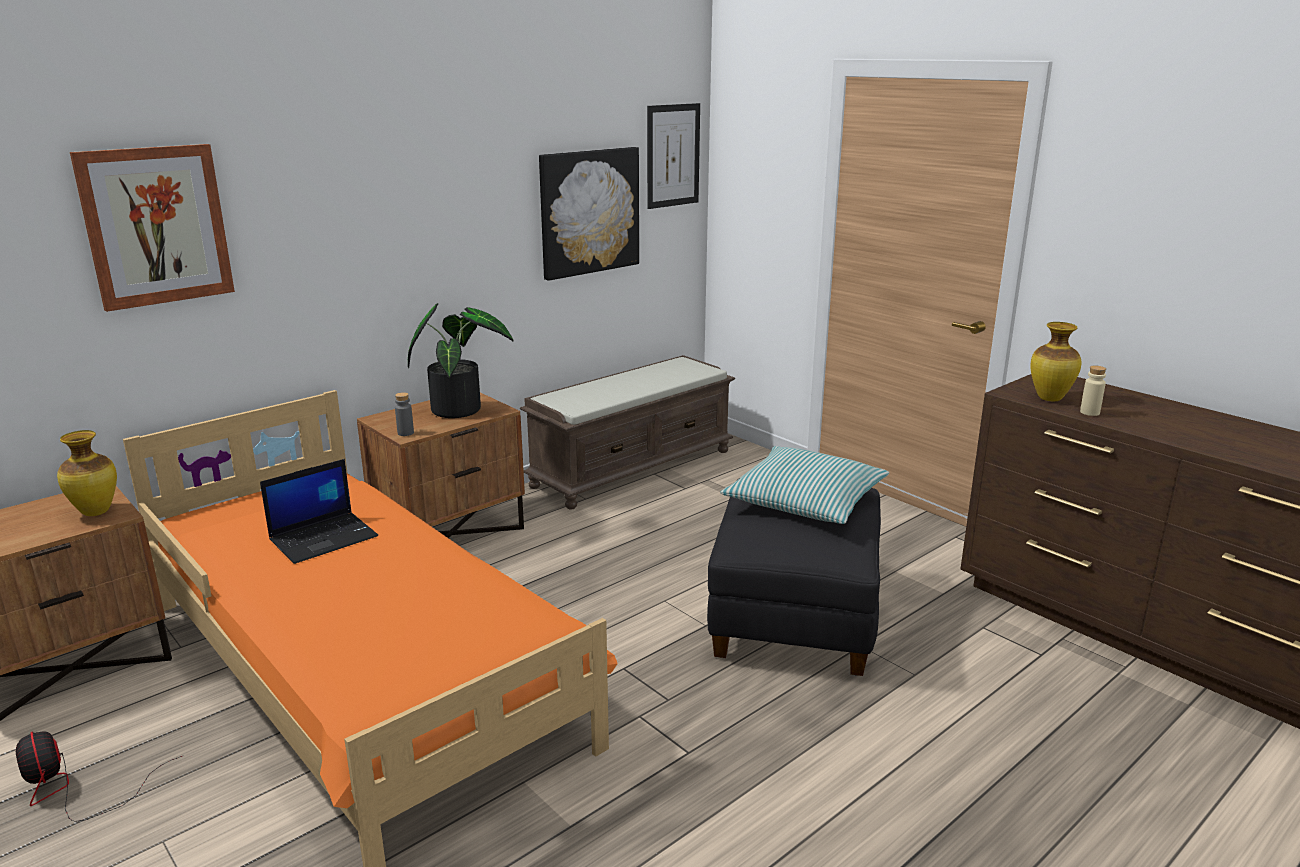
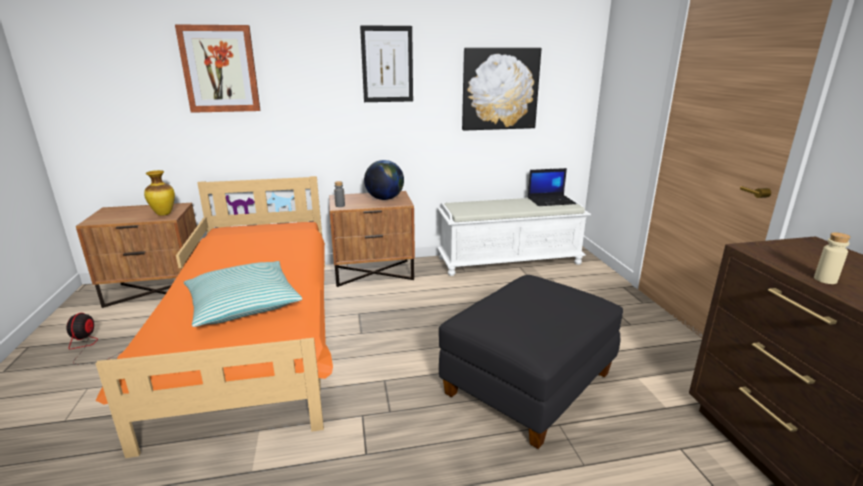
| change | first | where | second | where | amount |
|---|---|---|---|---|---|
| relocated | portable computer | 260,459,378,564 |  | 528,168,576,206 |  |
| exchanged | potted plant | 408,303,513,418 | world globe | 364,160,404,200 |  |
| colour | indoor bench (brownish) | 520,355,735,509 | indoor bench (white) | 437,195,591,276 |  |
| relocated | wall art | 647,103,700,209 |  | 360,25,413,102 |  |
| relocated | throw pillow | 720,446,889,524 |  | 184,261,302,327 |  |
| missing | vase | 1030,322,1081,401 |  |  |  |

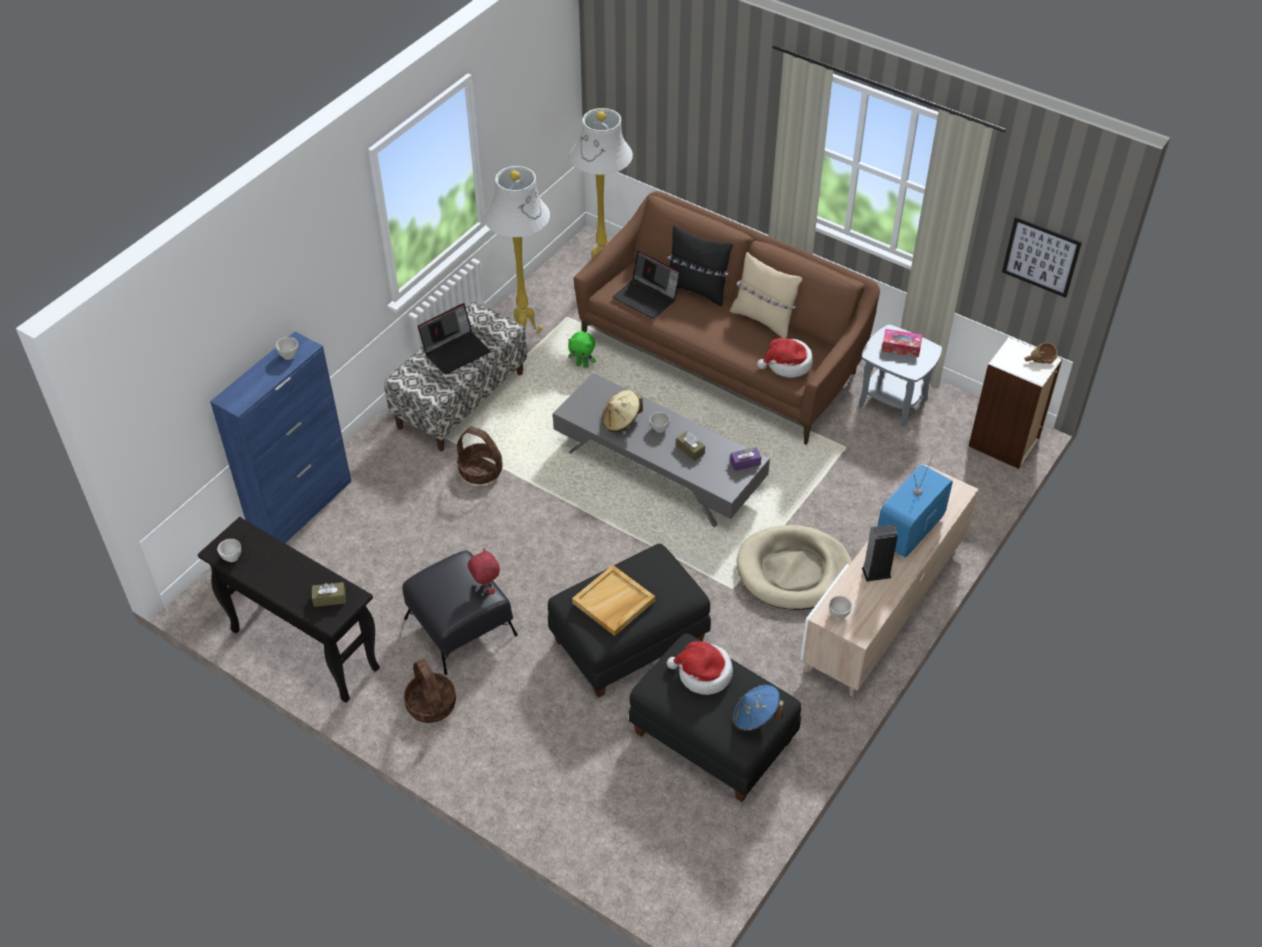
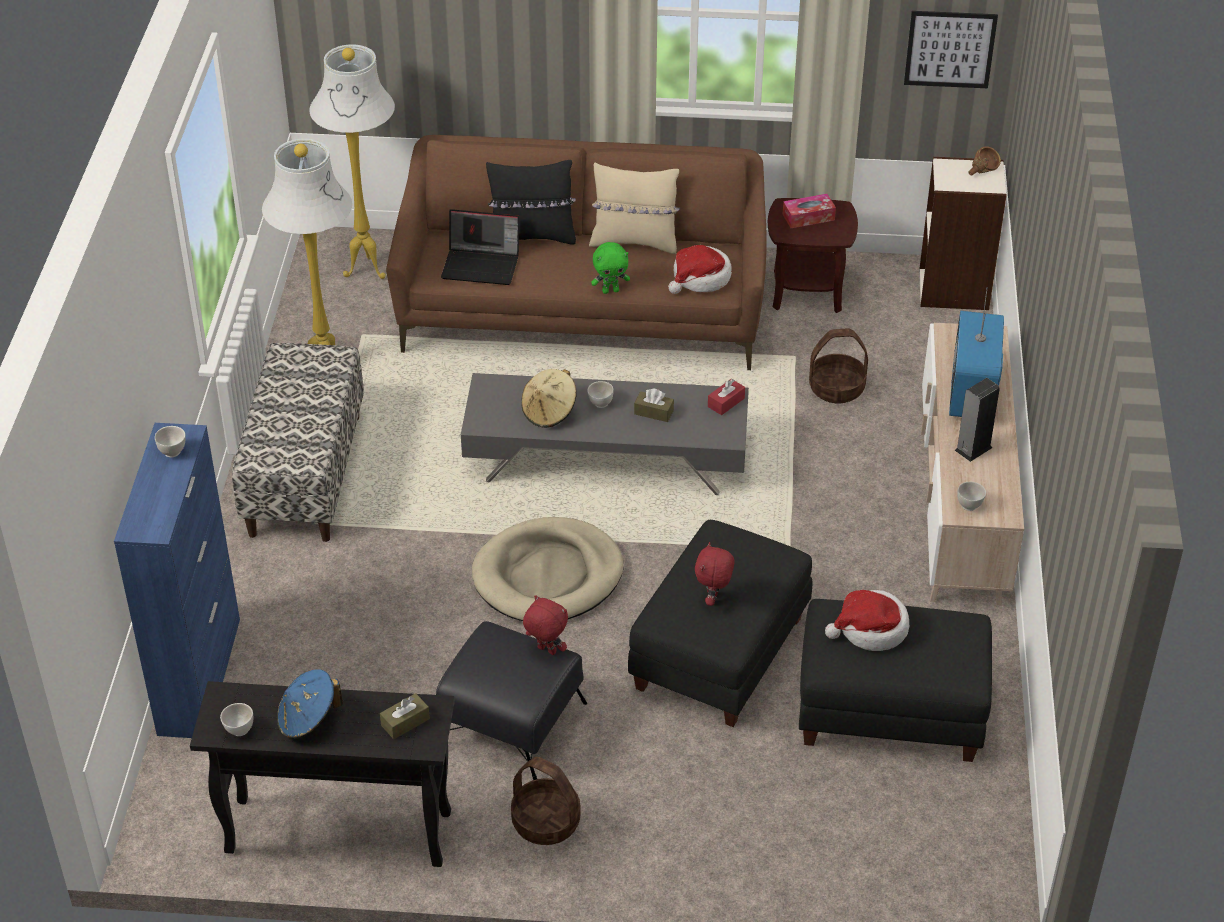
| change | first | where | second | where | amount |
|---|---|---|---|---|---|
| missing | portable computer | 418,303,490,375 |  |  |  |
| relocated | household basket | 457,427,503,484 |  | 809,328,868,403 |  |
| relocated | soft toy (greenish) | 568,331,596,368 |  | 591,242,630,294 |  |
| exchanged | carrying tray (beige-coloured) | 572,565,655,636 | soft toy (red) | 695,542,735,606 |  |
| colour | tissue box (purple) | 730,447,761,471 | tissue box (red) | 708,379,745,415 |  |
| relocated | hat (blue-coloured) | 733,685,784,731 |  | 277,669,343,739 |  |
| relocated | dog cushion (beige-coloured) | 737,525,852,610 |  | 472,517,623,621 |  |
| colour | end table (grey) | 859,325,942,427 | end table (brownish) | 768,198,858,313 |  |

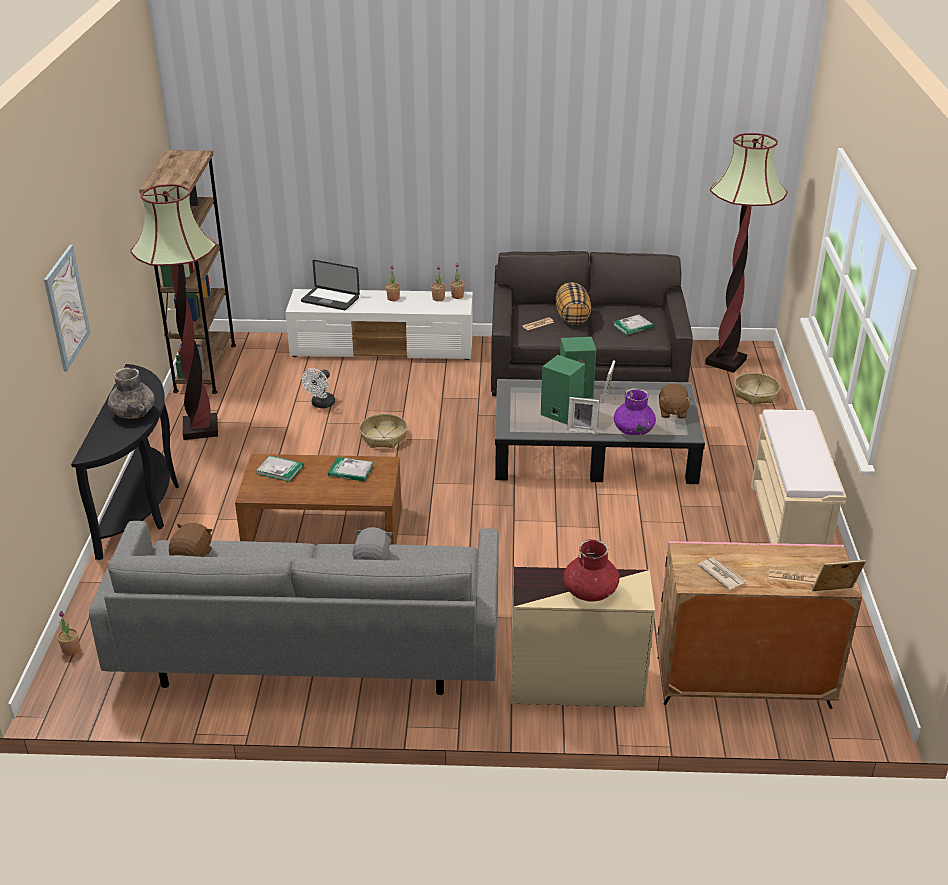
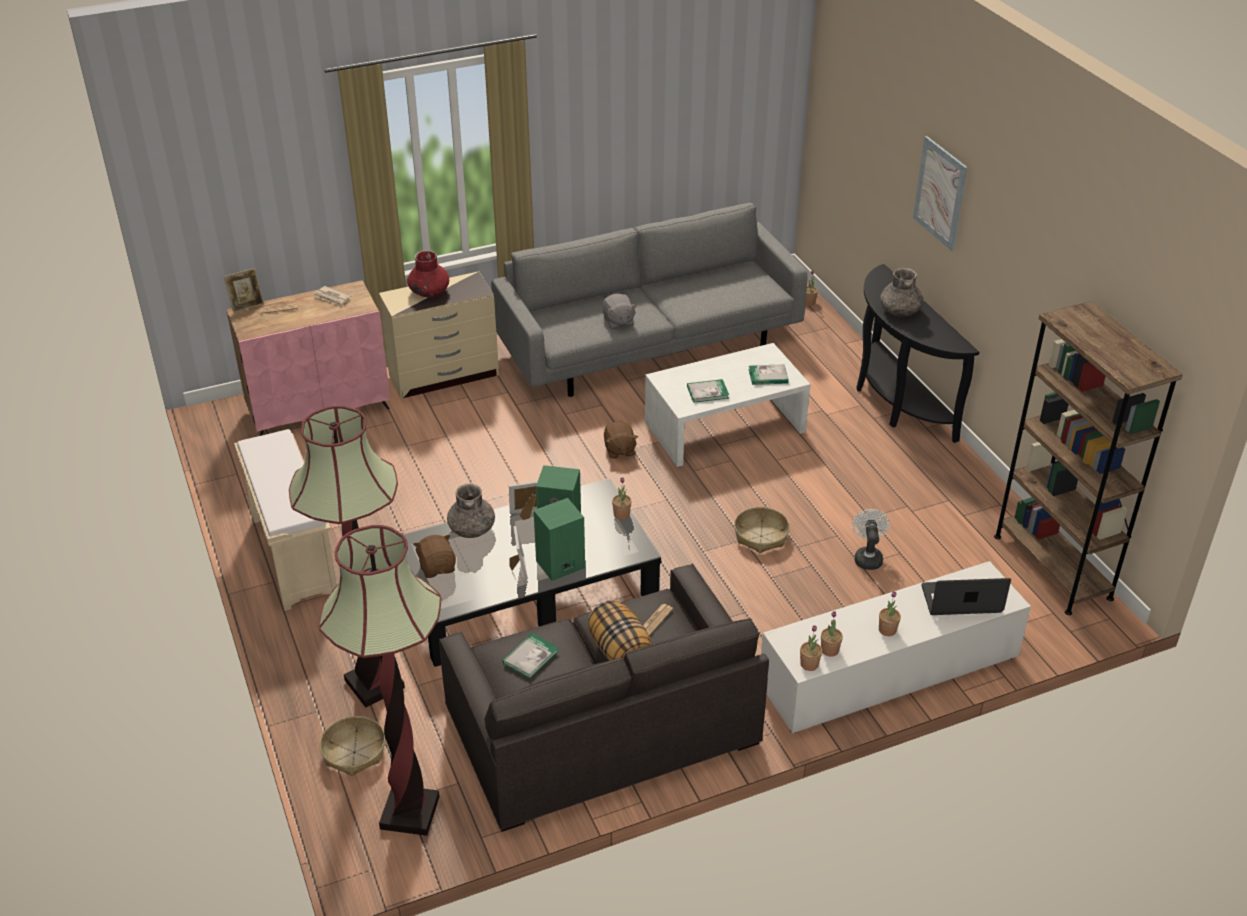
| change | first | where | second | where | amount |
|---|---|---|---|---|---|
| relocated | standing lamp | 130,184,218,440 |  | 289,406,405,708 |  |
| relocated | soft toy (brownish) | 169,523,213,557 |  | 604,421,638,459 |  |
| colour | low table (brownish) | 235,454,402,545 | low table (white) | 645,343,810,467 |  |
| colour | vase (purple) | 614,388,656,436 | vase (grey) | 447,484,495,538 |  |
| appeared |  |  | potted plant | 612,478,632,520 |  |

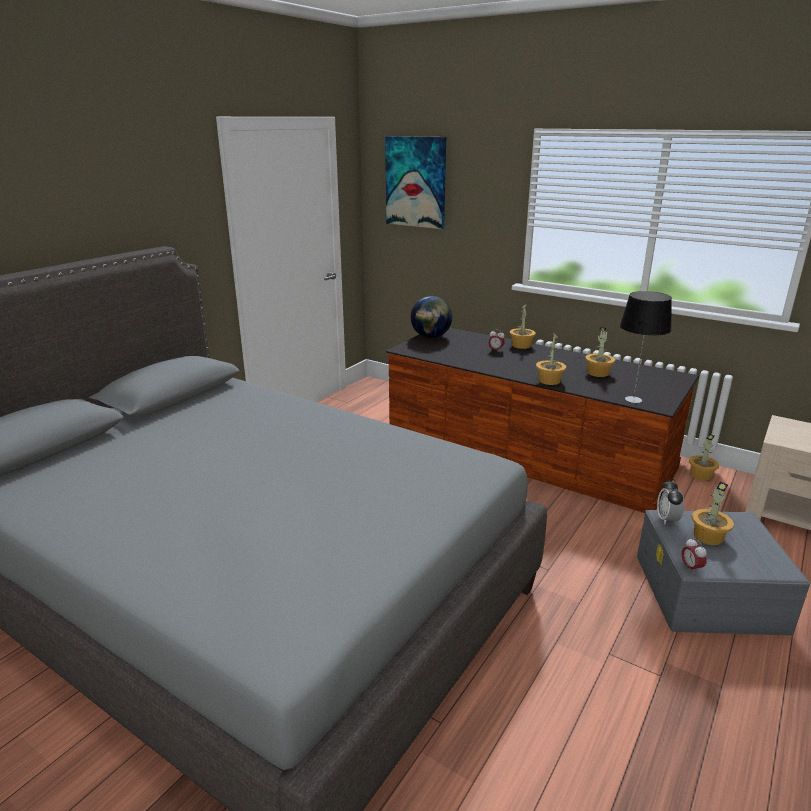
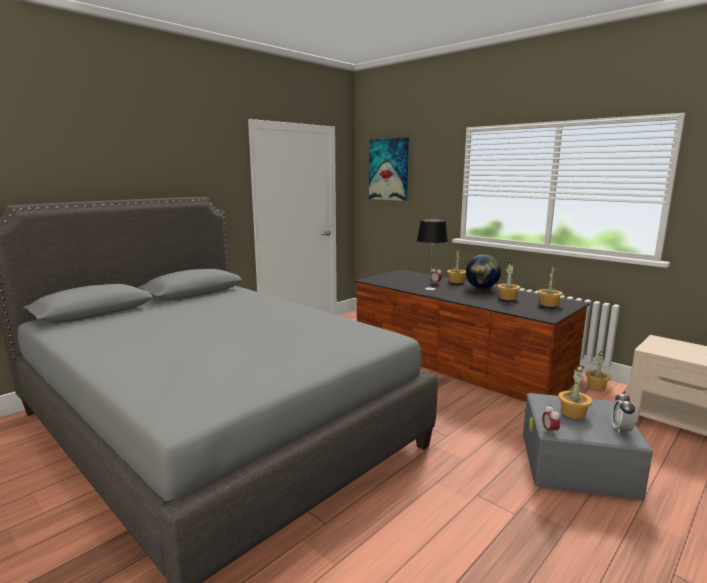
| change | first | where | second | where | amount |
|---|---|---|---|---|---|
| relocated | world globe | 411,296,452,338 |  | 466,254,501,289 |  |
| relocated | potted plant | 536,333,566,385 |  | 538,266,563,307 |  |
| relocated | table lamp | 620,291,672,403 |  | 417,219,448,290 |  |
| relocated | bedside clock | 657,479,684,525 |  | 612,391,637,433 |  |

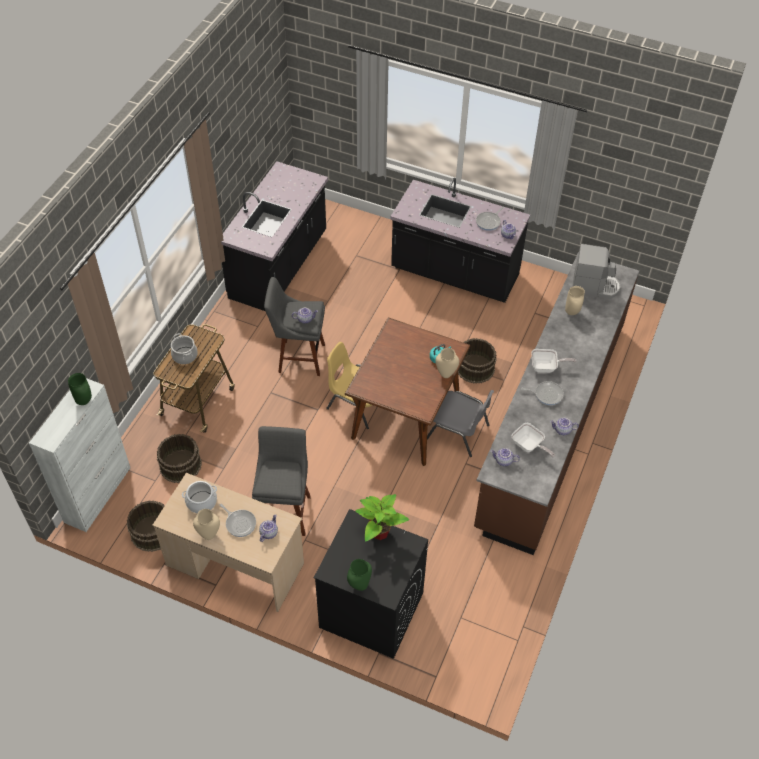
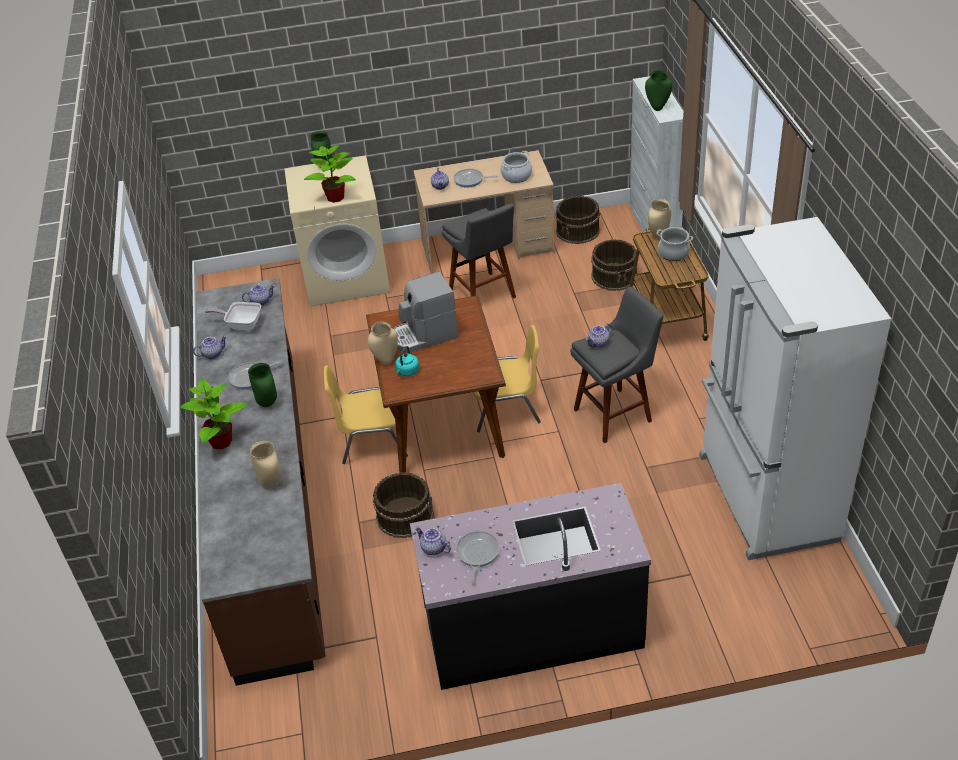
| change | first | where | second | where | amount |
|---|---|---|---|---|---|
| relocated | vase (beige-coloured) | 193,509,220,540 |  | 648,199,671,239 |  |
| exchanged | kitchen counter (black-coloured) | 221,161,328,311 | kitchen fridge (white) | 699,217,891,560 |  |
| colour | laundry machine (black-coloured) | 314,509,428,659 | laundry machine (beige-coloured) | 284,155,390,306 |  |
| colour | upright chair (grey) | 427,390,494,457 | upright chair (yellowish) | 324,365,408,464 |  |
| exchanged | frying pan | 532,349,577,373 | vase (greenish) | 248,363,277,407 |  |
| relocated | coffee brewer | 572,244,620,299 |  | 394,271,458,353 |  |
| appeared |  |  | potted plant | 179,378,249,449 |  |

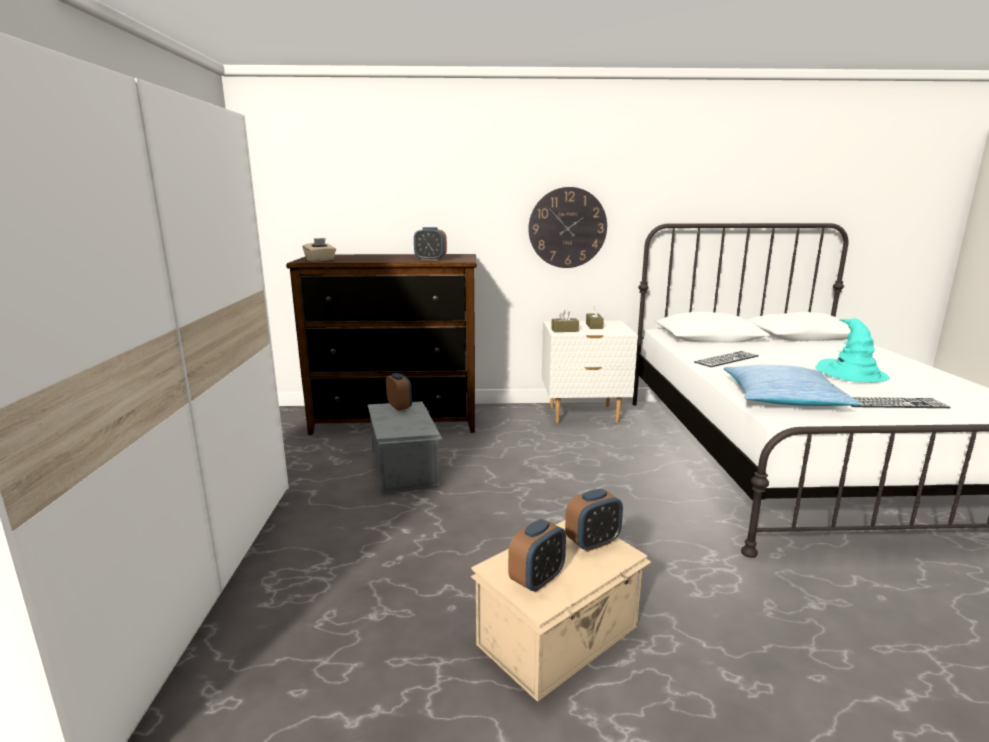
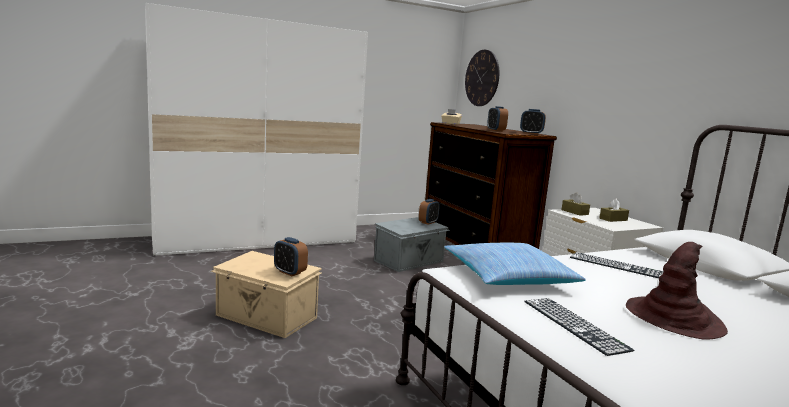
| change | first | where | second | where | amount |
|---|---|---|---|---|---|
| relocated | bedside clock | 508,519,566,592 |  | 520,109,546,135 |  |
| relocated | hanging clock | 528,187,607,268 |  | 465,50,499,106 |  |
| colour | hat (turquoise) | 816,318,890,382 | hat (brownish) | 626,242,728,340 |  |

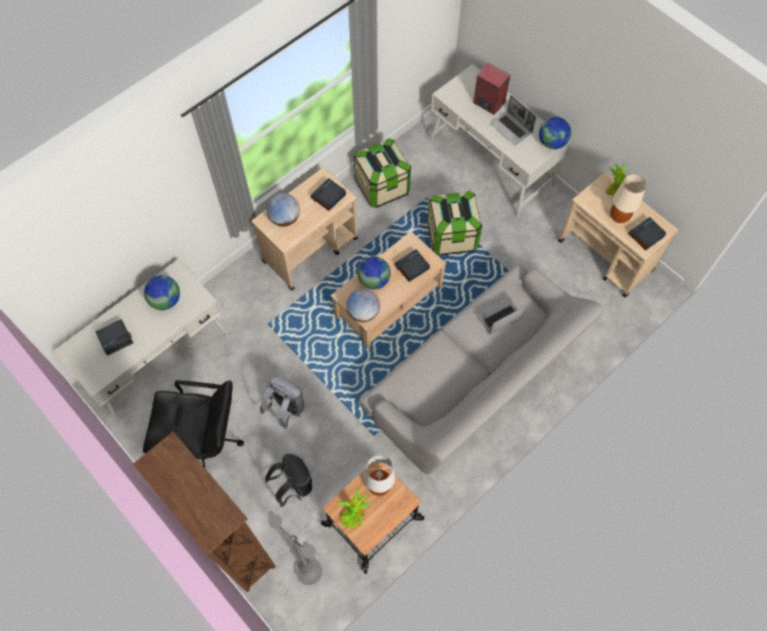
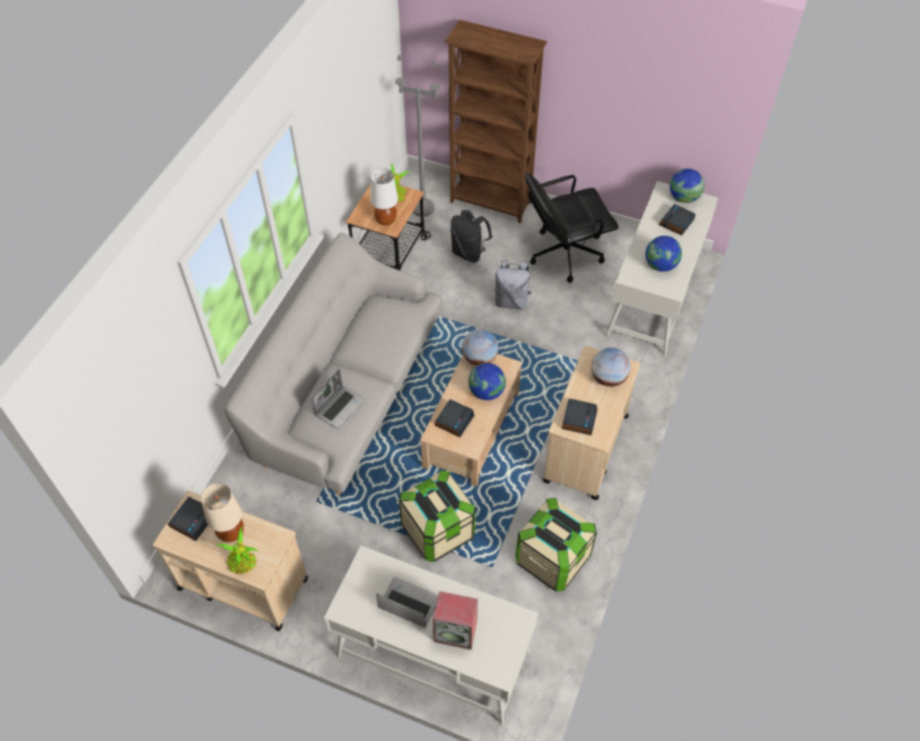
| change | first | where | second | where | amount |
|---|---|---|---|---|---|
| relocated | world globe | 539,117,571,149 |  | 670,169,704,203 |  |

